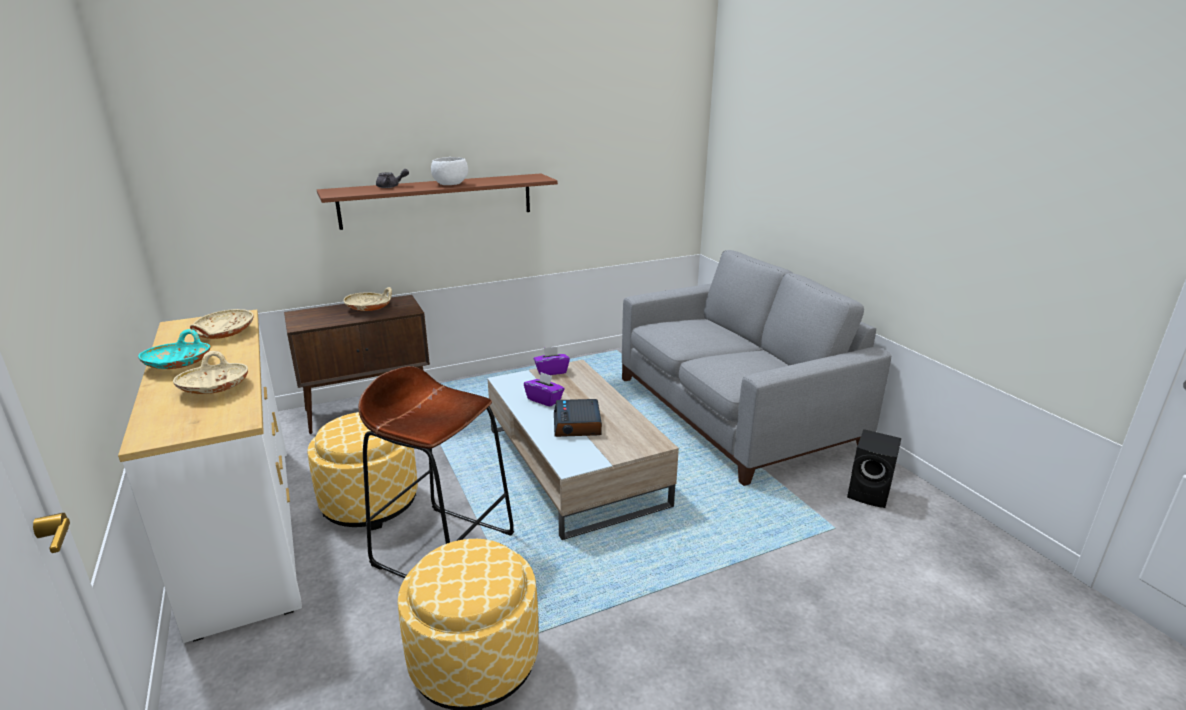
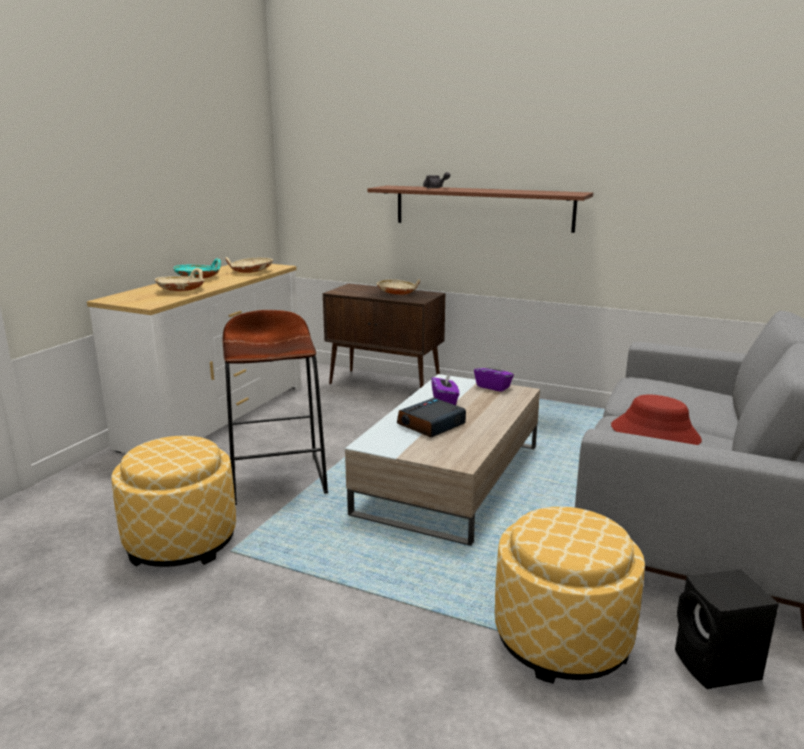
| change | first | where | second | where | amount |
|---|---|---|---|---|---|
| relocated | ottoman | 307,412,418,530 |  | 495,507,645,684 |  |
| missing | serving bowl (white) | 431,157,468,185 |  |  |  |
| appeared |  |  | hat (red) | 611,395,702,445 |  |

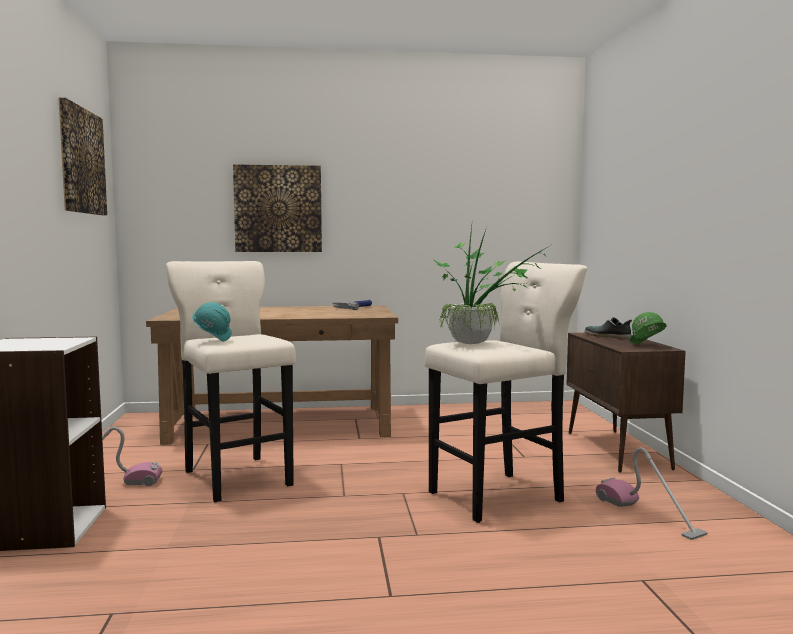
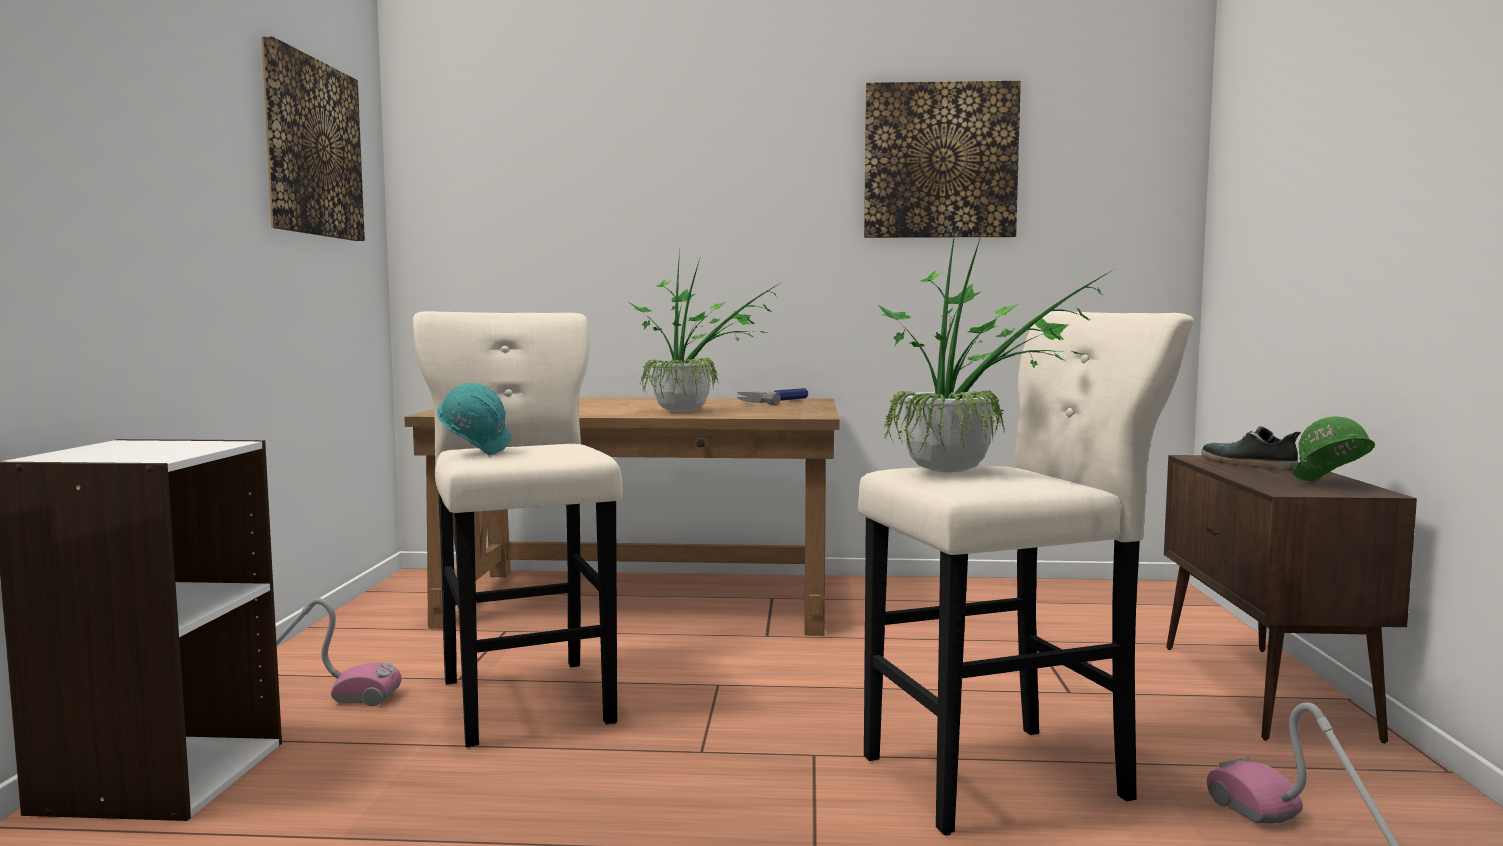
| change | first | where | second | where | amount |
|---|---|---|---|---|---|
| relocated | wall art | 233,164,322,252 |  | 864,81,1021,238 |  |
| appeared |  |  | potted plant | 630,250,782,413 |  |

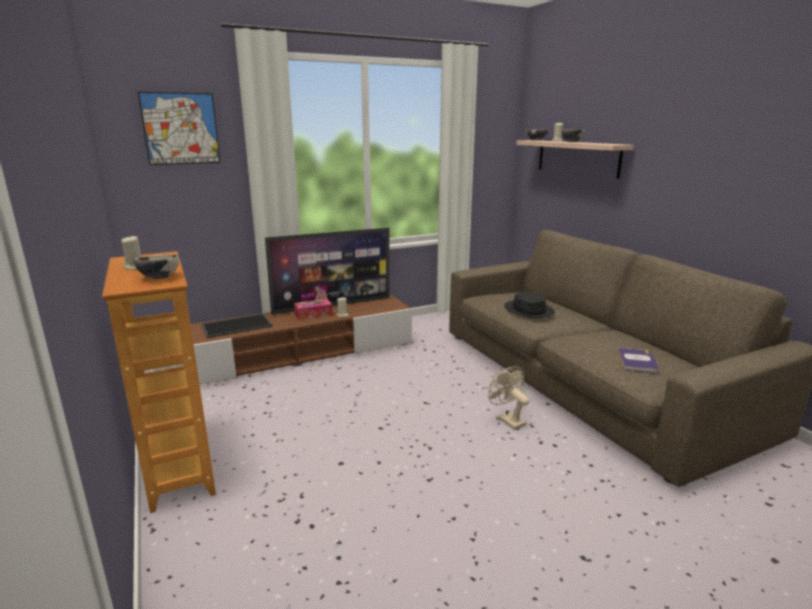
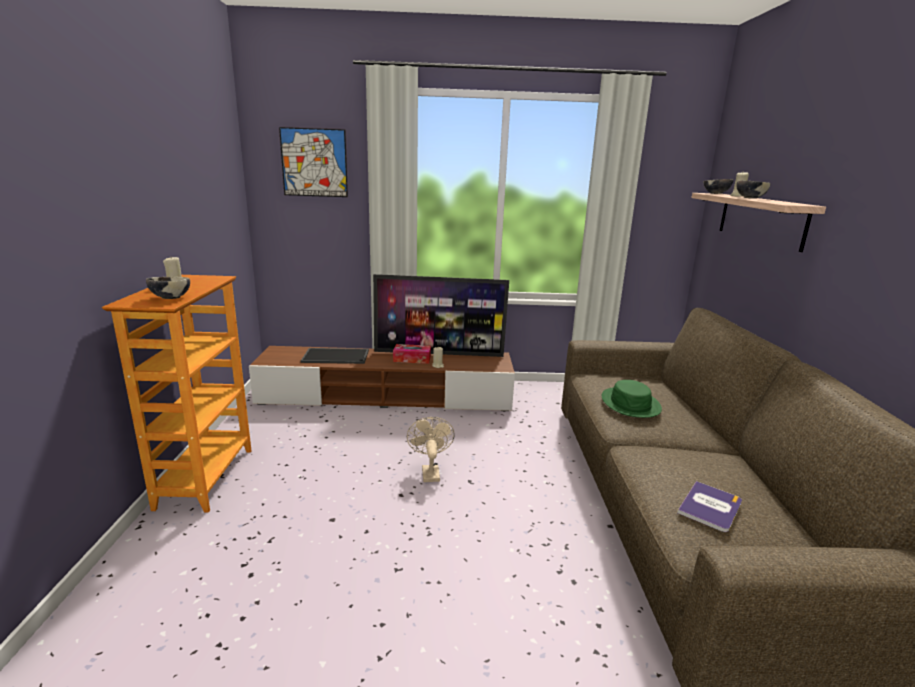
| change | first | where | second | where | amount |
|---|---|---|---|---|---|
| relocated | fan (beige-coloured) | 489,366,529,430 |  | 407,417,455,482 |  |
| colour | hat (black-coloured) | 504,292,555,318 | hat (greenish) | 602,380,662,418 |  |

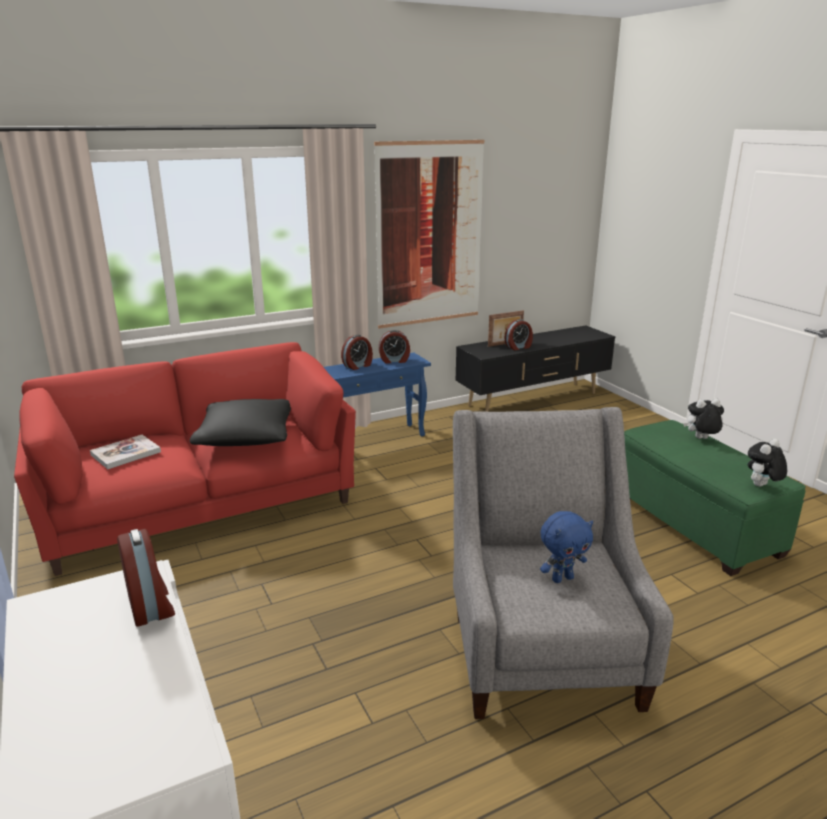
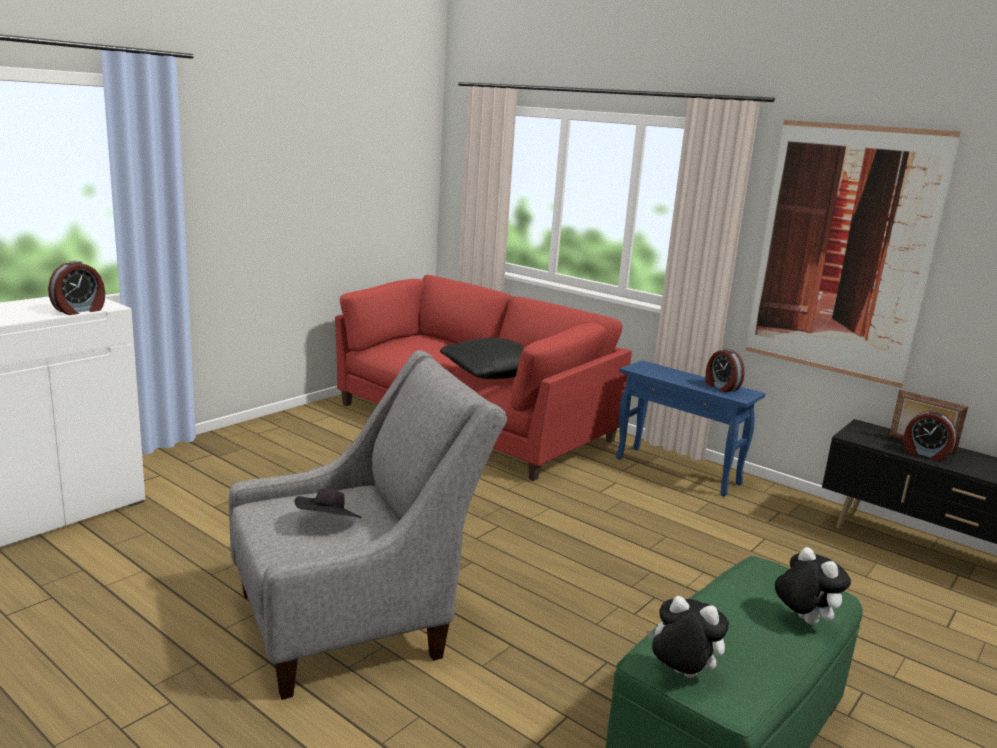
| change | first | where | second | where | amount |
|---|---|---|---|---|---|
| missing | volume | 90,435,161,469 |  |  |  |
| missing | bedside clock | 341,335,373,370 |  |  |  |
| exchanged | soft toy (blue-coloured) | 540,511,593,583 | hat (black-coloured) | 295,488,361,518 |  |

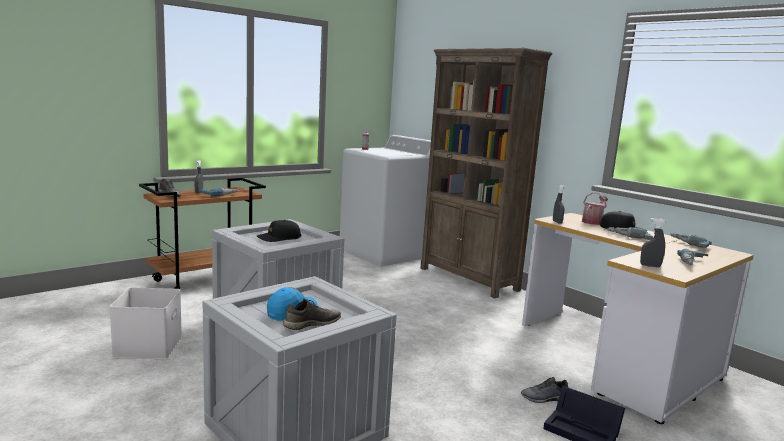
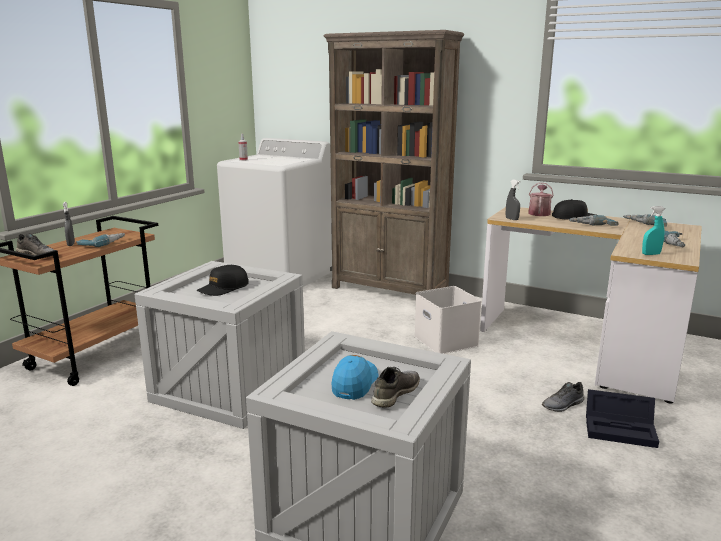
| change | first | where | second | where | amount |
|---|---|---|---|---|---|
| relocated | storage container (white) | 109,287,182,359 |  | 414,286,482,354 |  |
| colour | sprayer (grey) | 640,218,665,267 | sprayer (turquoise) | 642,206,665,255 |  |

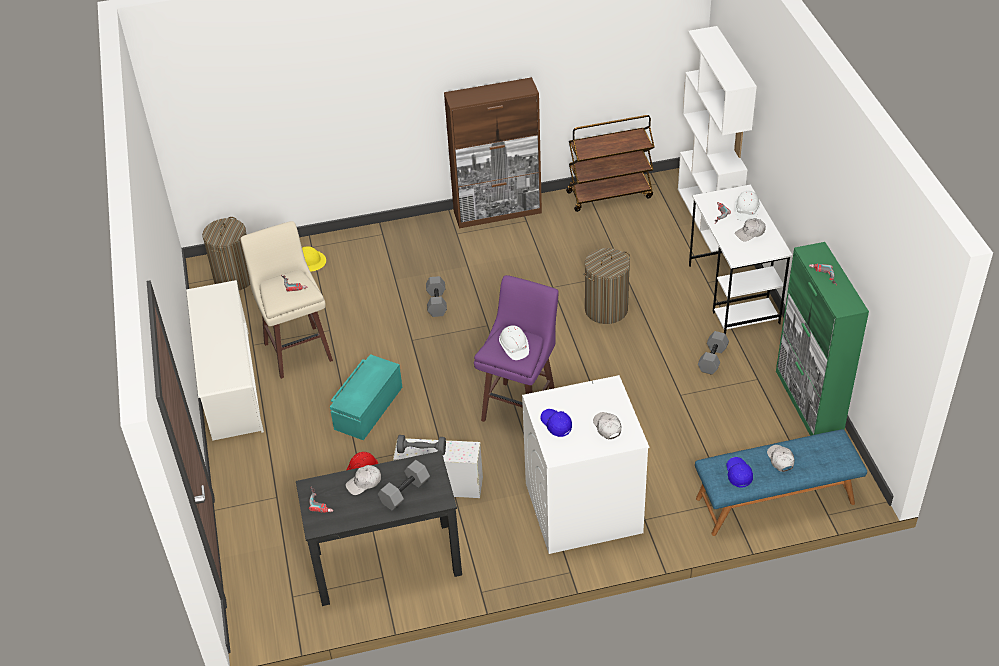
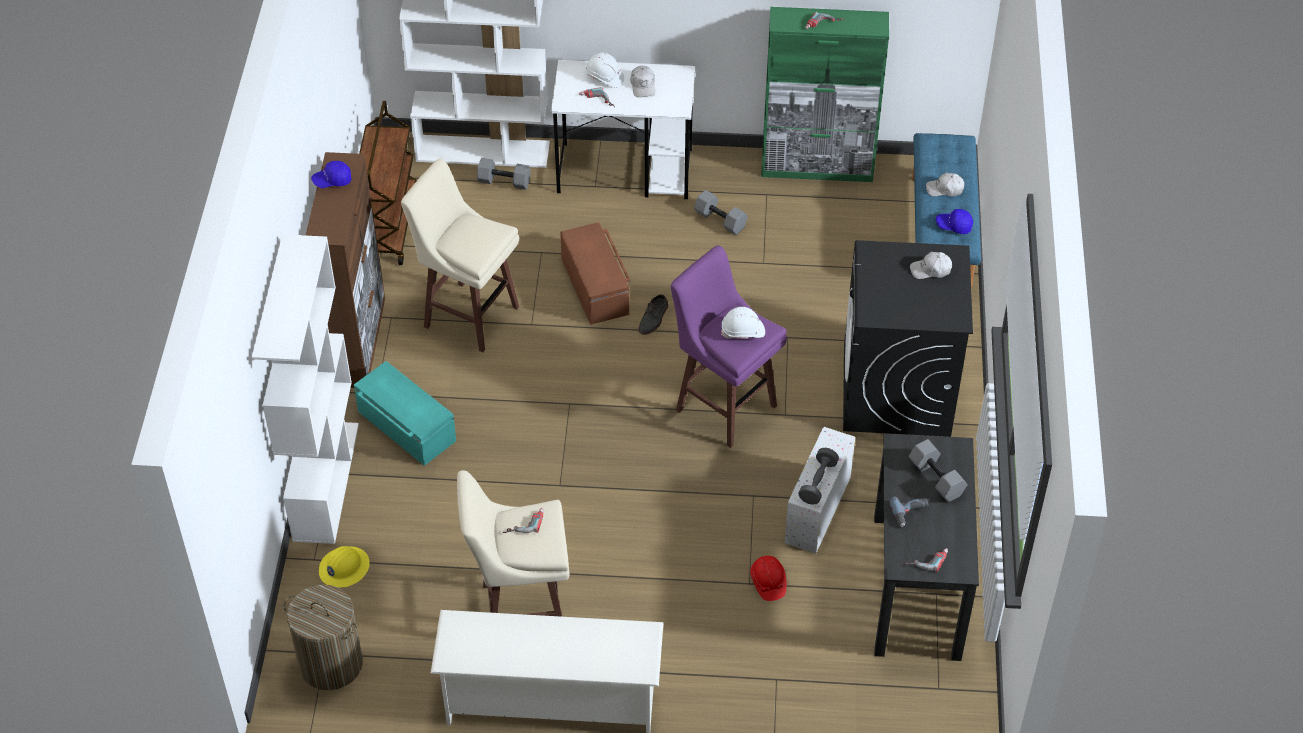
| change | first | where | second | where | amount |
|---|---|---|---|---|---|
| relocated | storage container (turquoise) | 330,354,402,440 |  | 354,361,456,466 |  |
| exchanged | baseball cap (white) | 346,465,381,495 | drill | 889,497,928,527 |  |
| relocated | free weight (grey) | 426,276,447,317 |  | 477,158,531,190 |  |
| colour | laundry machine (white) | 522,375,649,554 | laundry machine (black-coloured) | 843,240,973,437 |  |
| relocated | baseball cap (blue-coloured) | 540,409,572,437 |  | 311,161,352,188 |  |
| exchanged | hamper | 583,248,630,324 | storage container (brownish) | 560,222,630,325 |  |
| appeared |  |  | shelving unit (white) | 252,234,359,544 |  |
| appeared |  |  | stool seat (beige-coloured) | 401,159,519,352 |  |
| appeared |  |  | shoe (grey) | 638,294,668,335 |  |

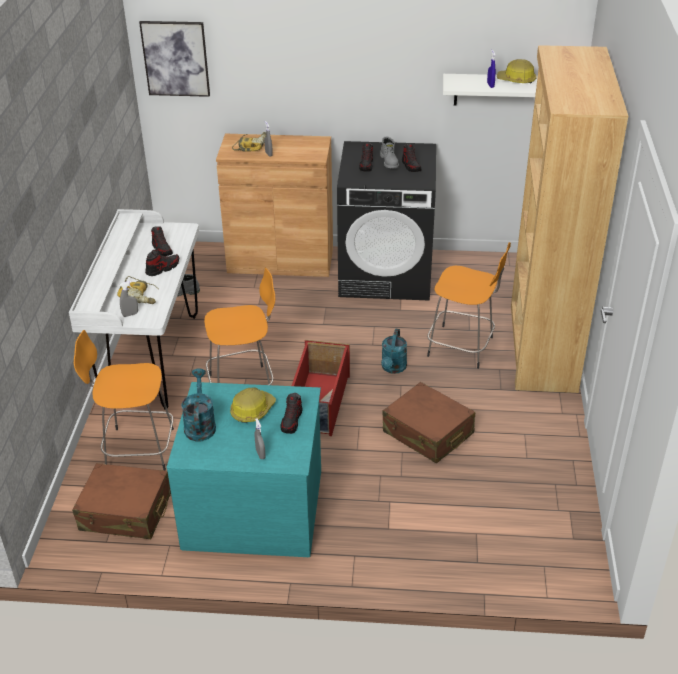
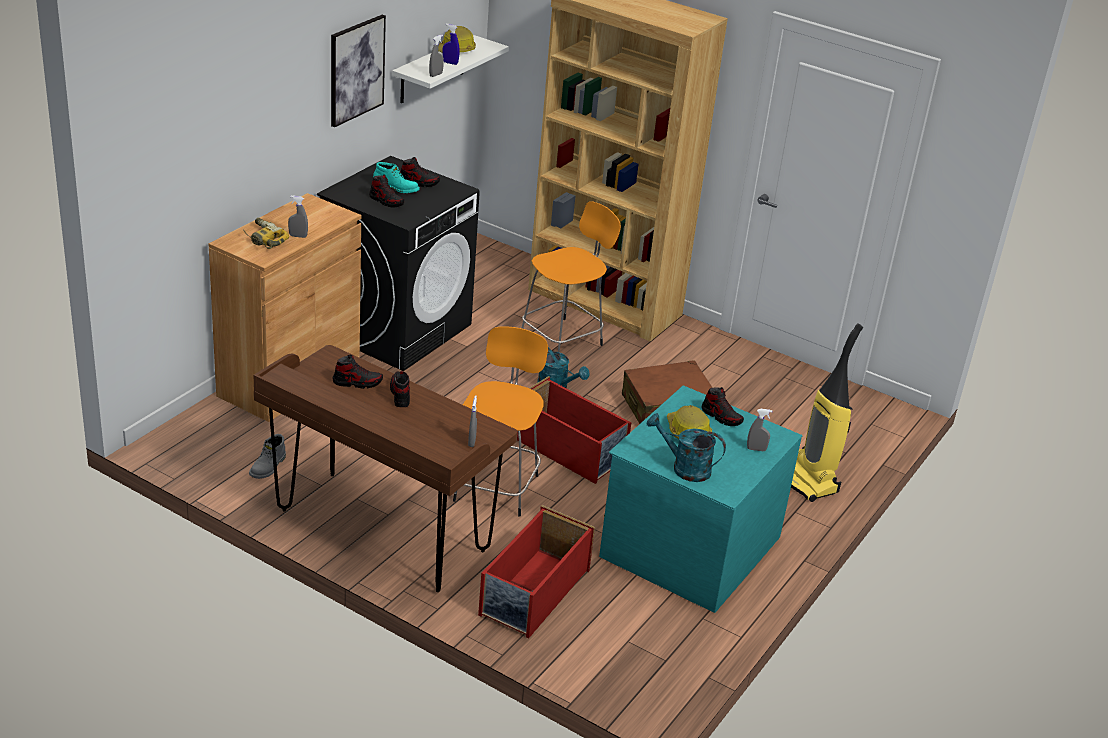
| change | first | where | second | where | amount |
|---|---|---|---|---|---|
| colour | desk unit (white) | 69,209,199,410 | desk unit (brownish) | 253,345,518,592 |  |
| missing | piece of luggage (brownish) | 72,463,171,539 |  |  |  |
| exchanged | stool seat (orange) | 74,330,174,470 | storage container (red) | 478,505,595,638 |  |
| missing | drill | 117,276,159,304 |  |  |  |
| relocated | wall art | 139,21,210,97 |  | 331,15,386,127 |  |
| colour | tall boot (grey) | 380,137,399,169 | tall boot (turquoise) | 373,162,419,193 |  |
| appeared |  |  | sprayer (grey) | 429,35,444,77 |  |
| appeared |  |  | hoover | 791,323,863,502 |  |

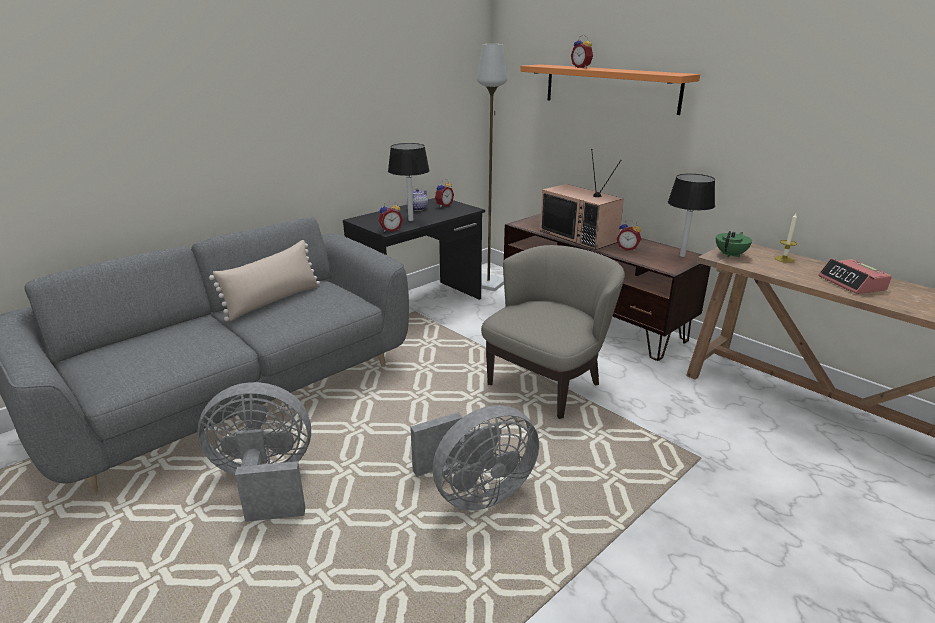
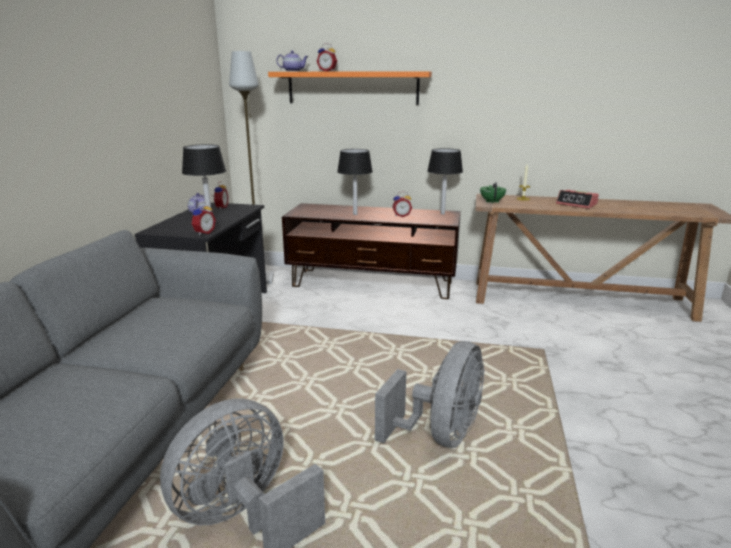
| change | first | where | second | where | amount |
|---|---|---|---|---|---|
| missing | throw pillow (beige-coloured) | 209,240,320,321 |  |  |  |
| missing | armchair (beige-coloured) | 481,245,625,419 |  |  |  |
| exchanged | television | 540,149,624,250 | table lamp (black-coloured) | 337,149,373,215 |  |
| appeared |  |  | teapot | 277,51,308,71 |  |

